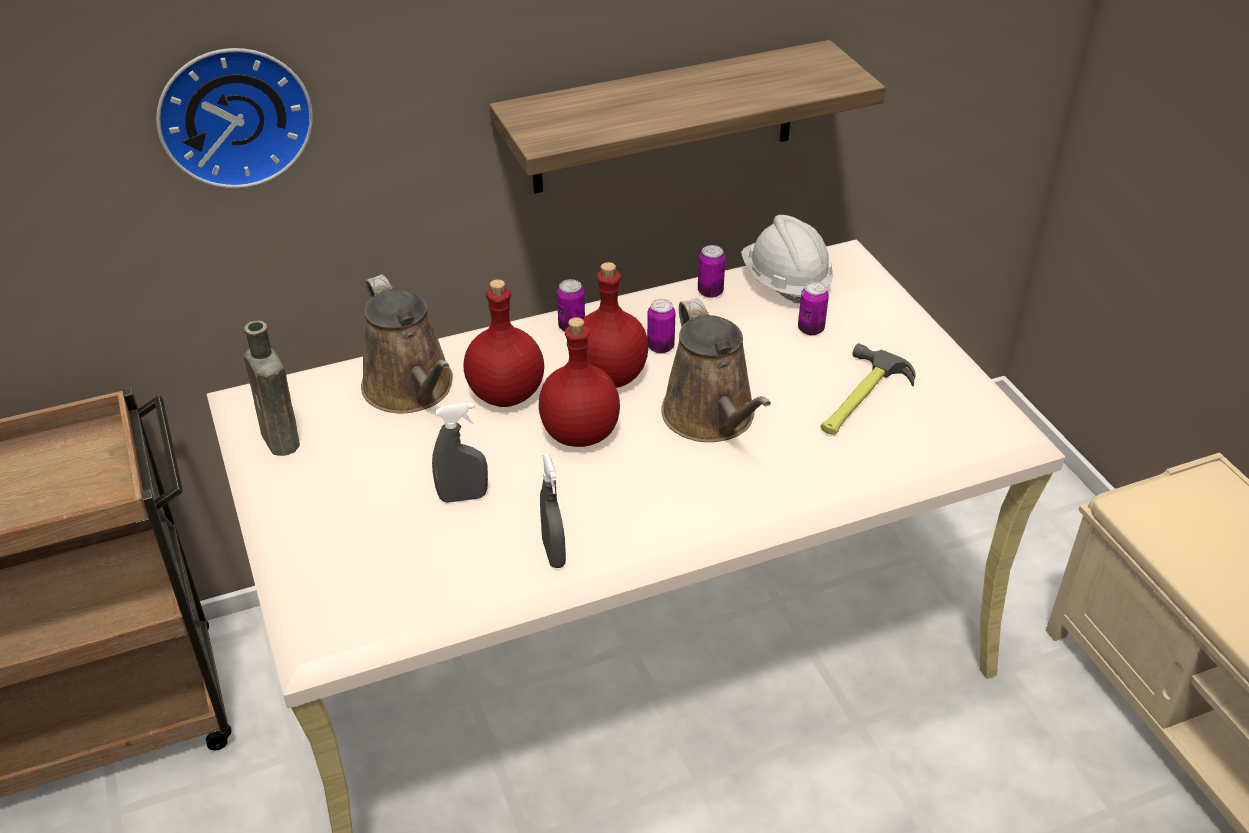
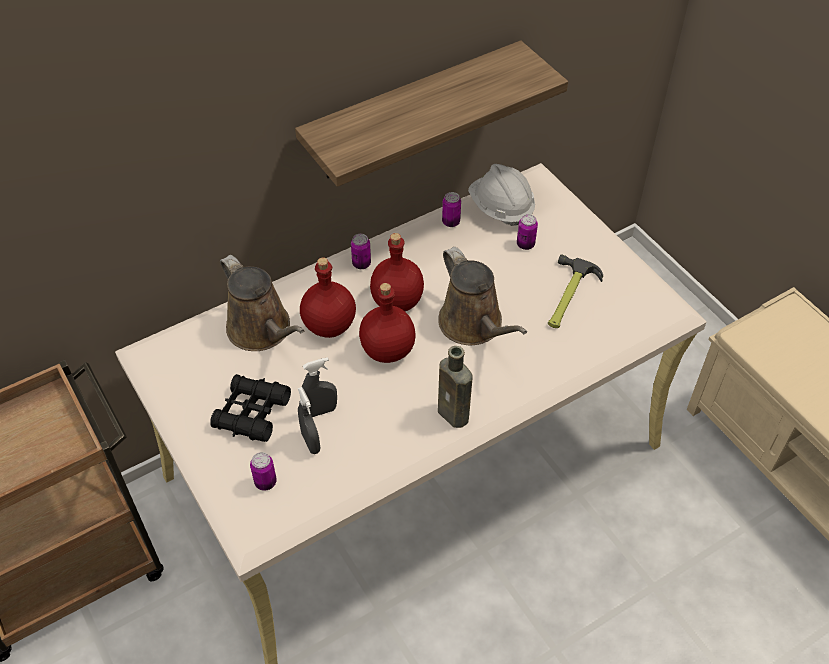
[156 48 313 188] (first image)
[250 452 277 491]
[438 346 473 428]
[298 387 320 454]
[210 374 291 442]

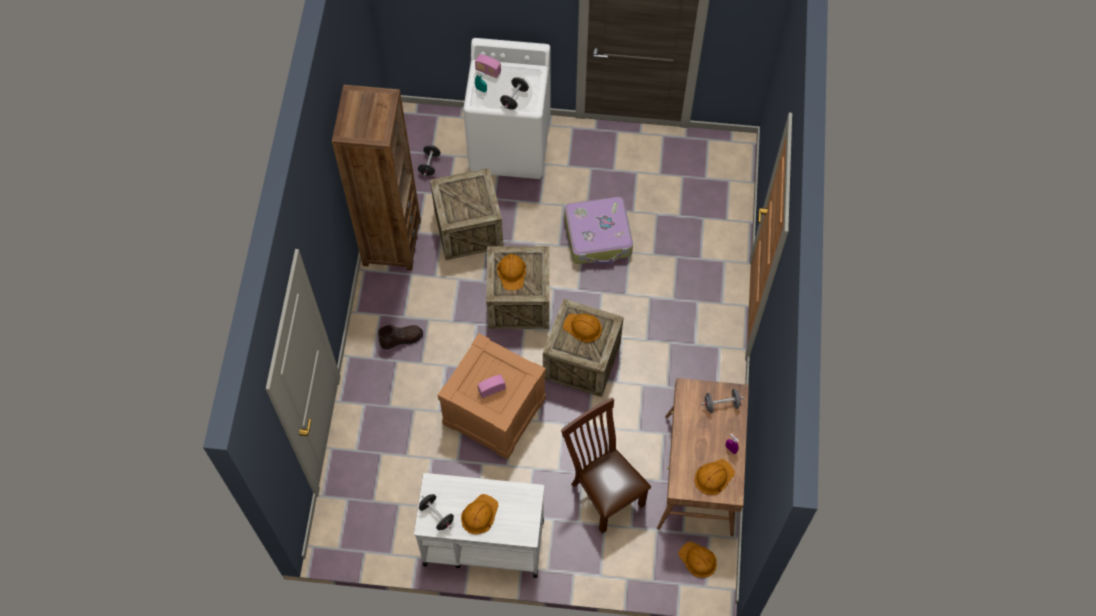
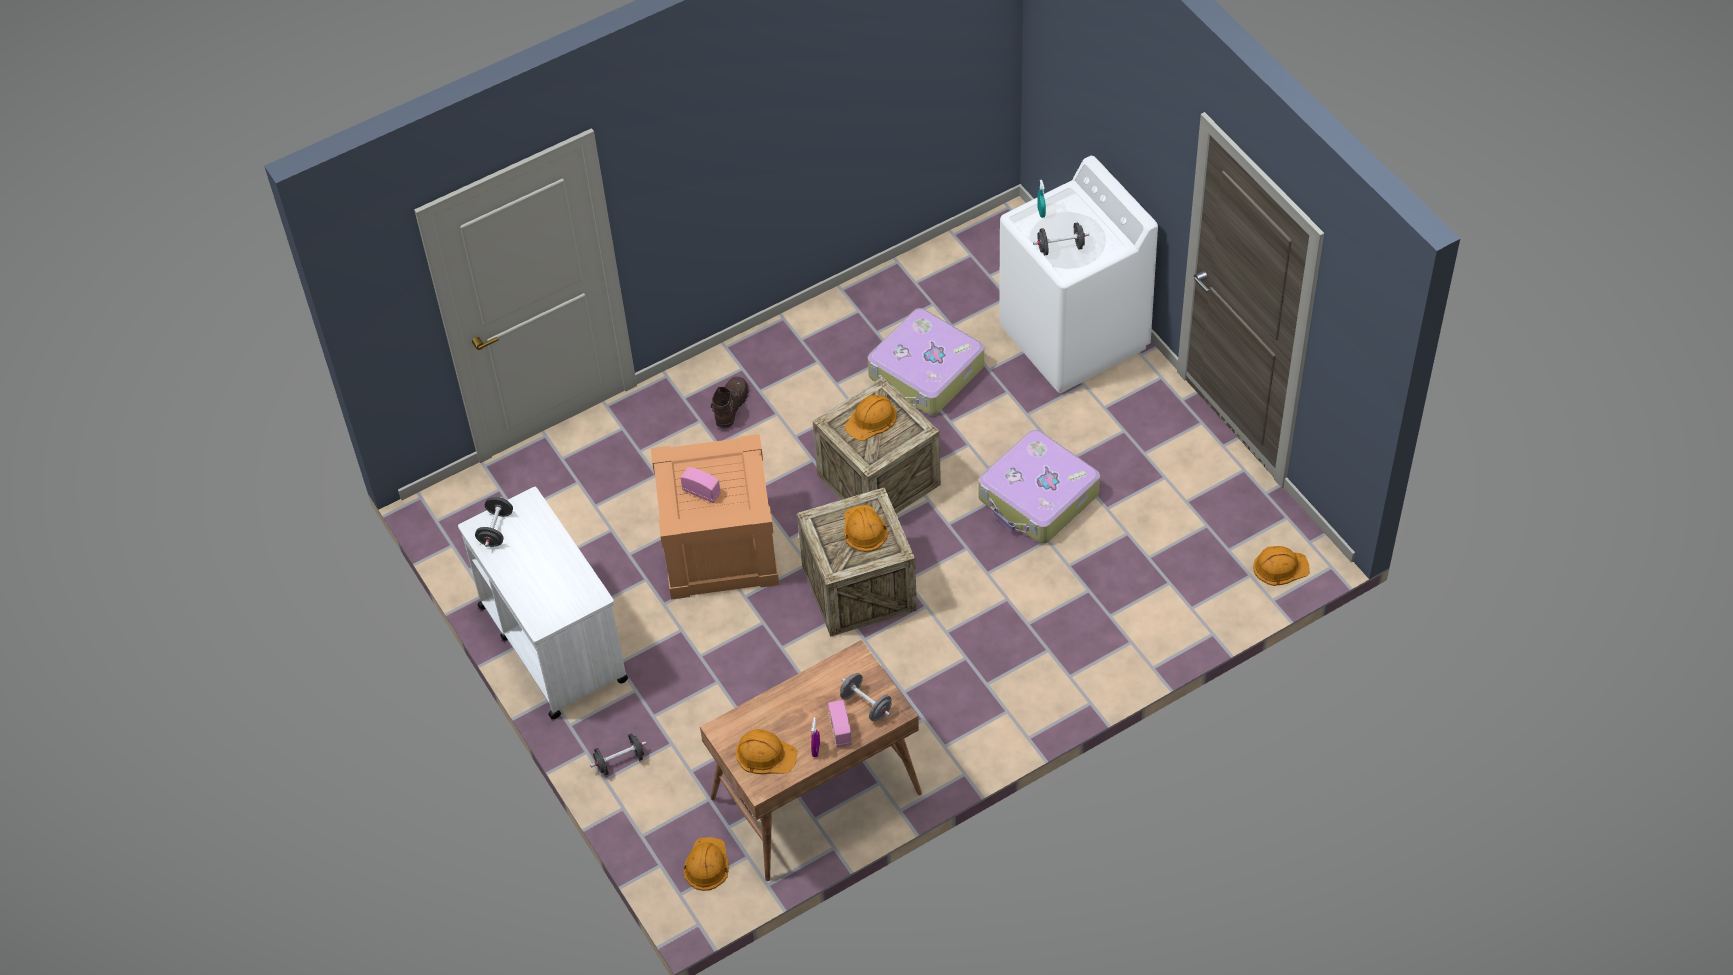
[828 700 852 748]
[332 85 421 271] (first image)
[590 733 647 775]
[868 308 984 415]
[711 377 749 428]
[561 397 651 534] (first image)
[1253 546 1310 586]

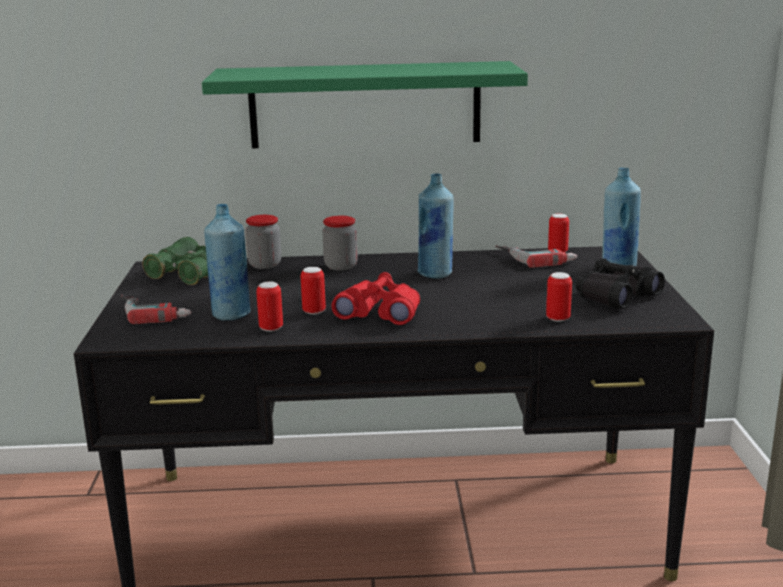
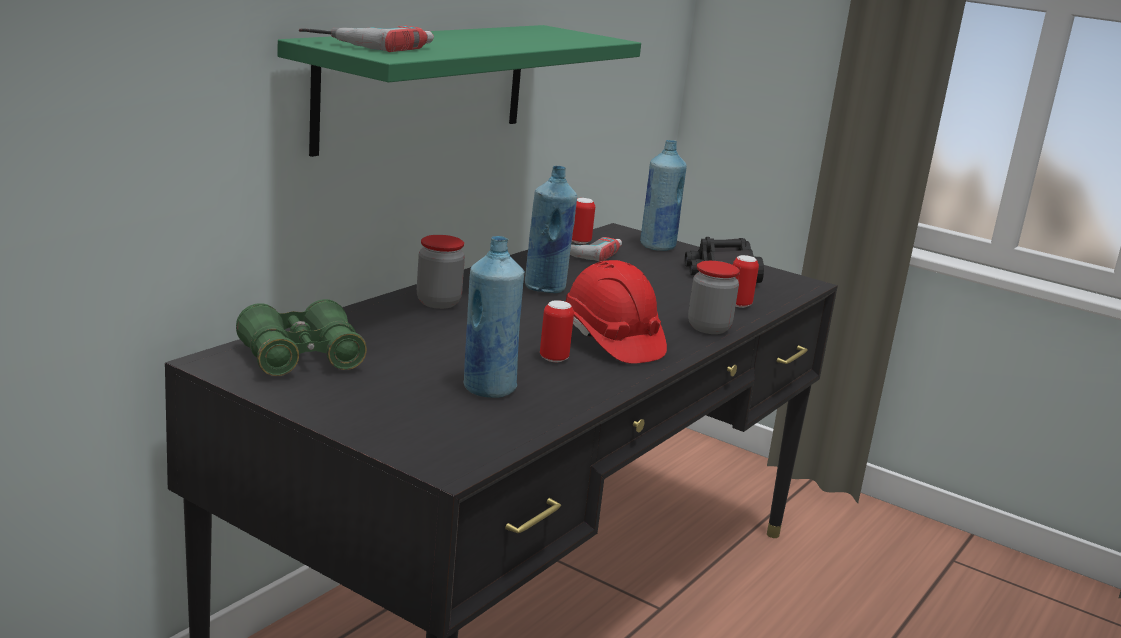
[688 261 740 334]
[565 260 667 364]
[256 281 283 332] (first image)
[299 26 434 52]

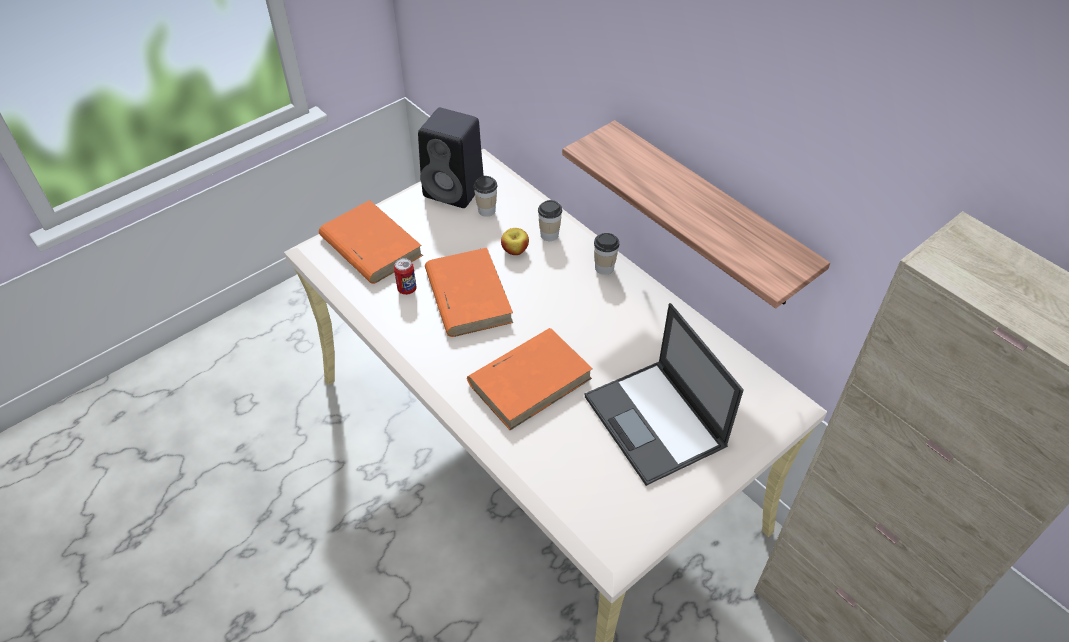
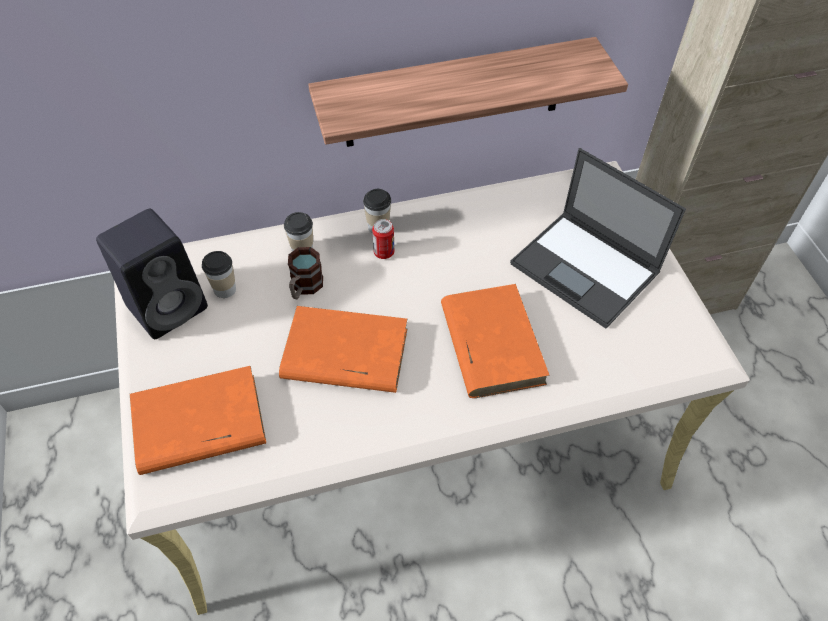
[288 247 323 299]
[372 219 394 259]
[510 148 686 329]

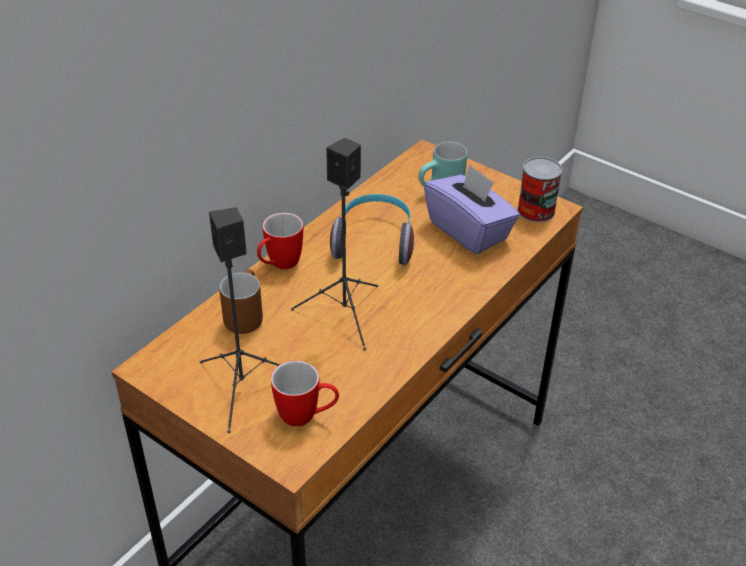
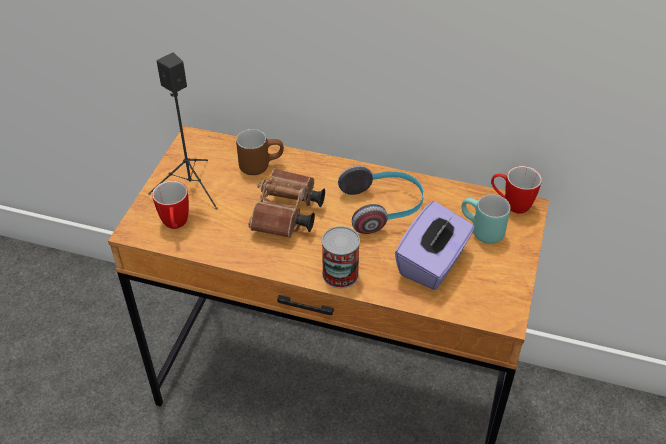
[248 168 325 238]
[322 226 360 288]
[491 166 542 214]

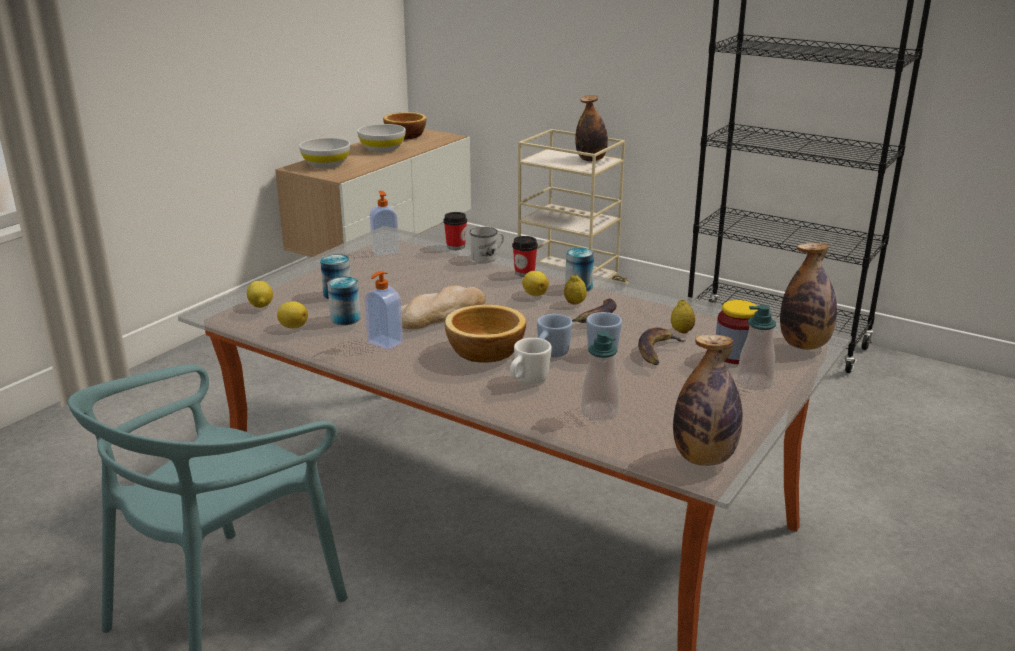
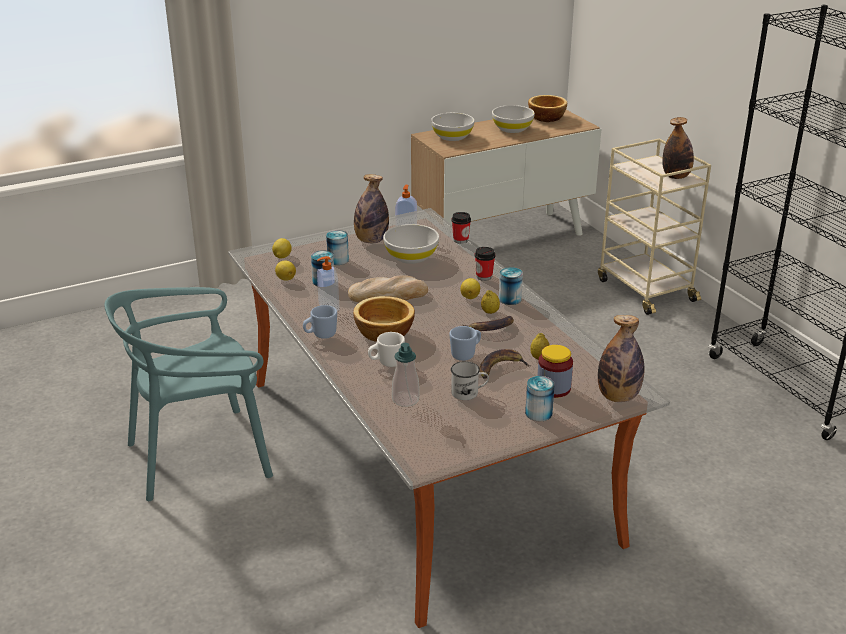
[451 361 489 400]
[525 376 555 421]
[303 305 337 339]
[354 174 389 243]
[383 224 439 264]

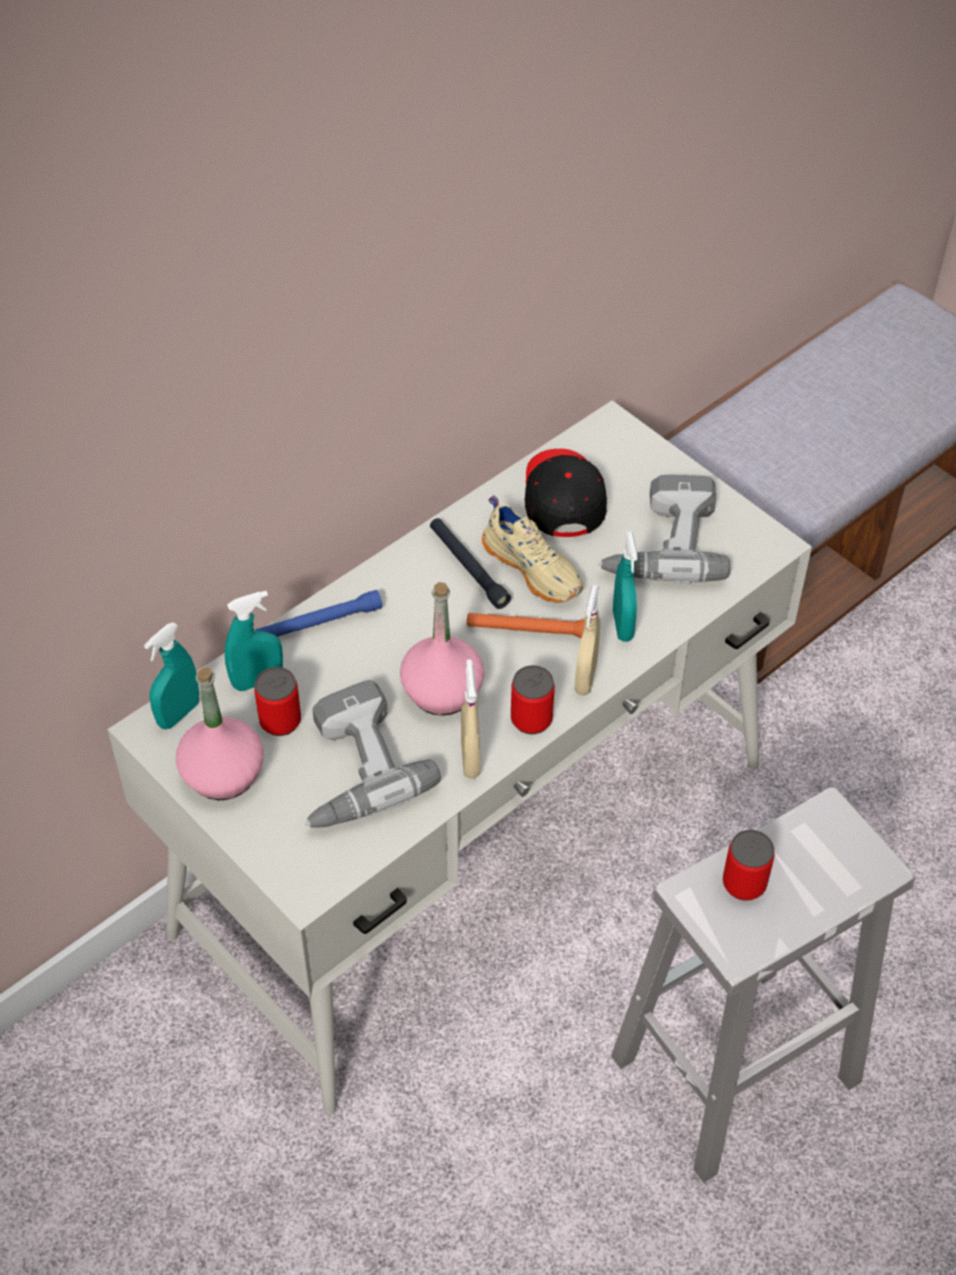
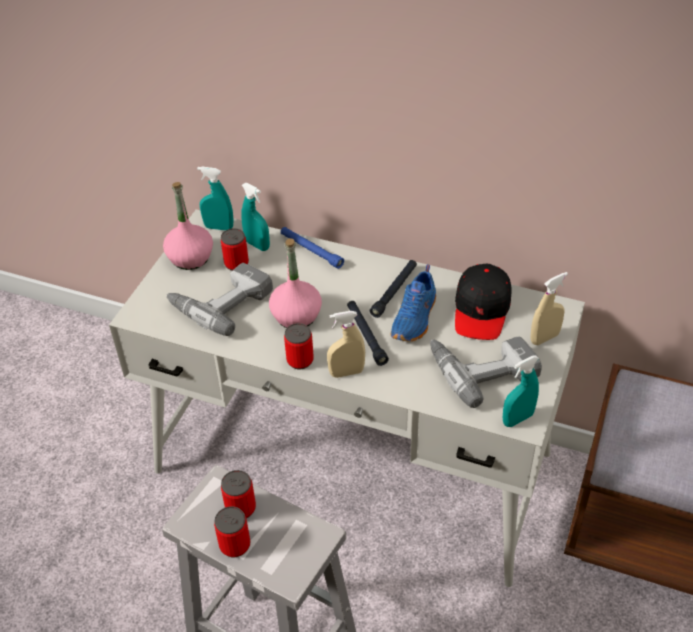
[455 263 512 340]
[391 265 436 341]
[503 355 539 427]
[347 301 389 366]
[531 272 568 345]
[214 507 251 557]

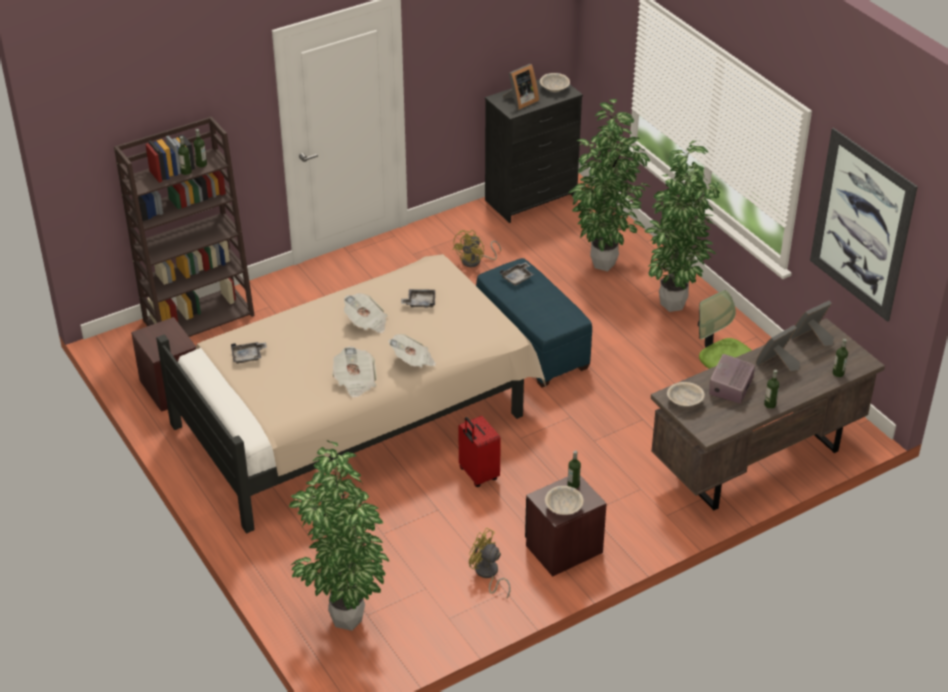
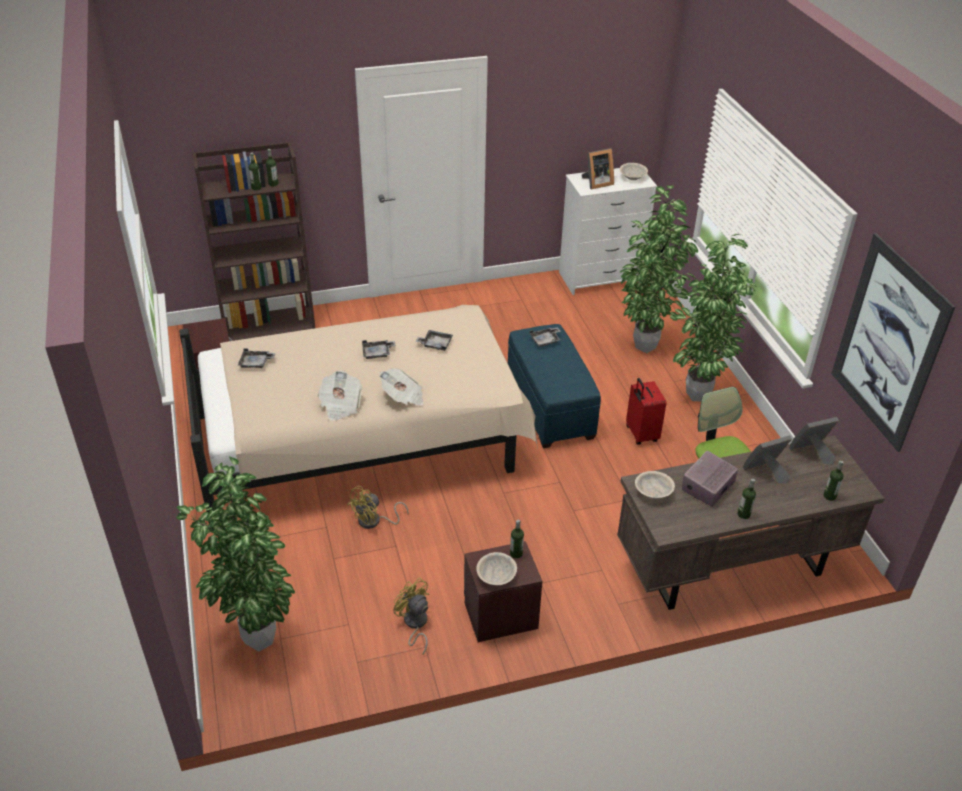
[559 168 657 295]
[348 486 409 529]
[362 340 396 359]
[626 378 667 445]

